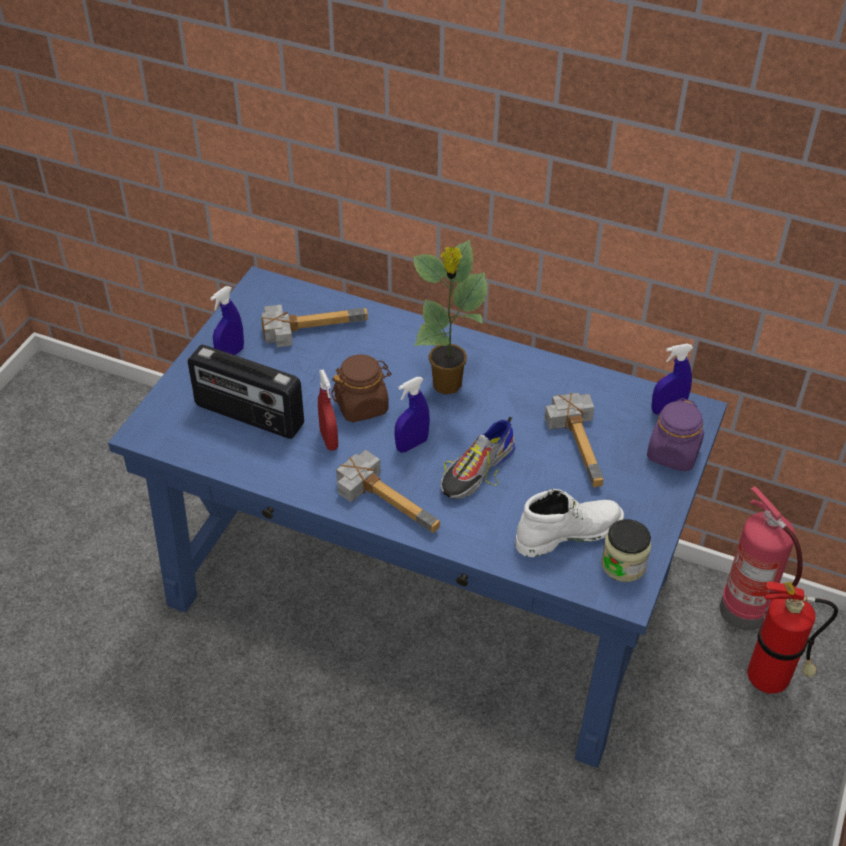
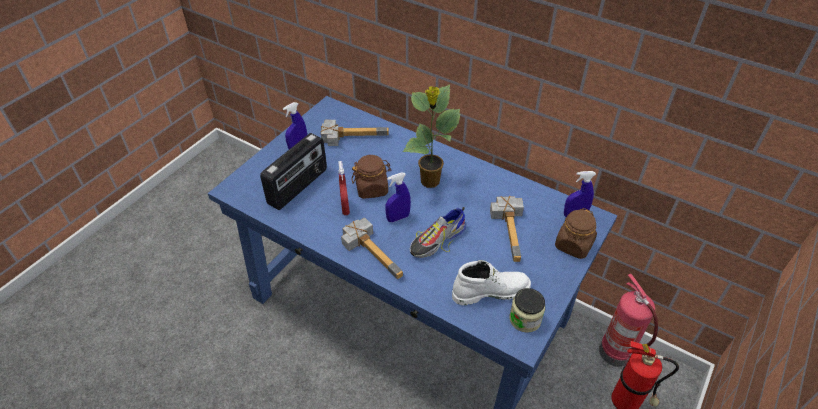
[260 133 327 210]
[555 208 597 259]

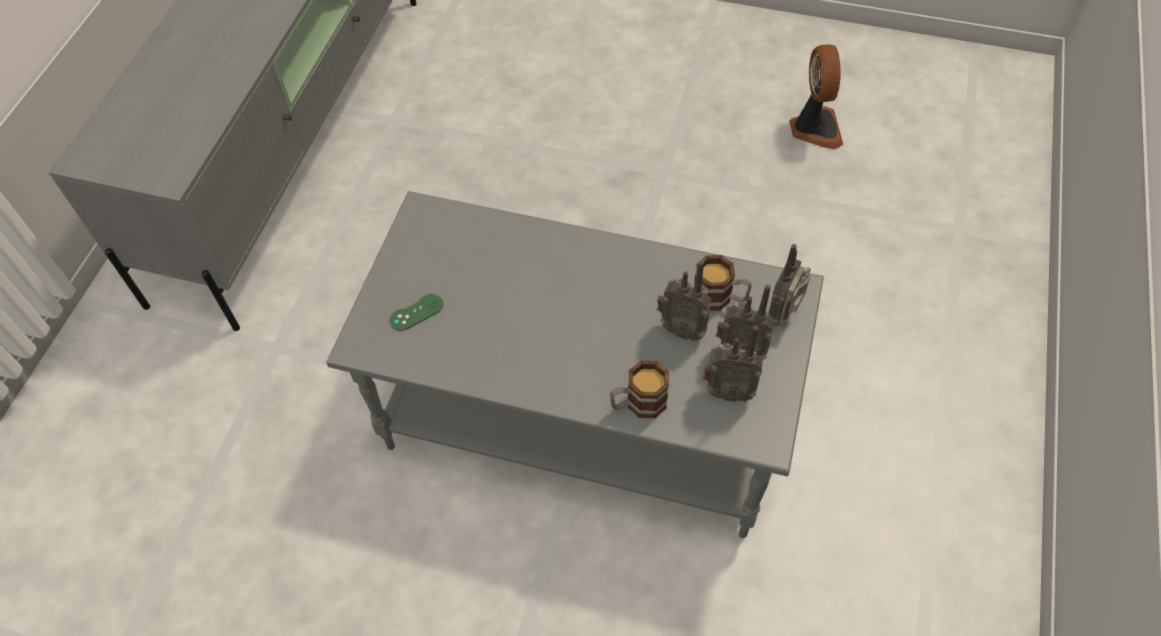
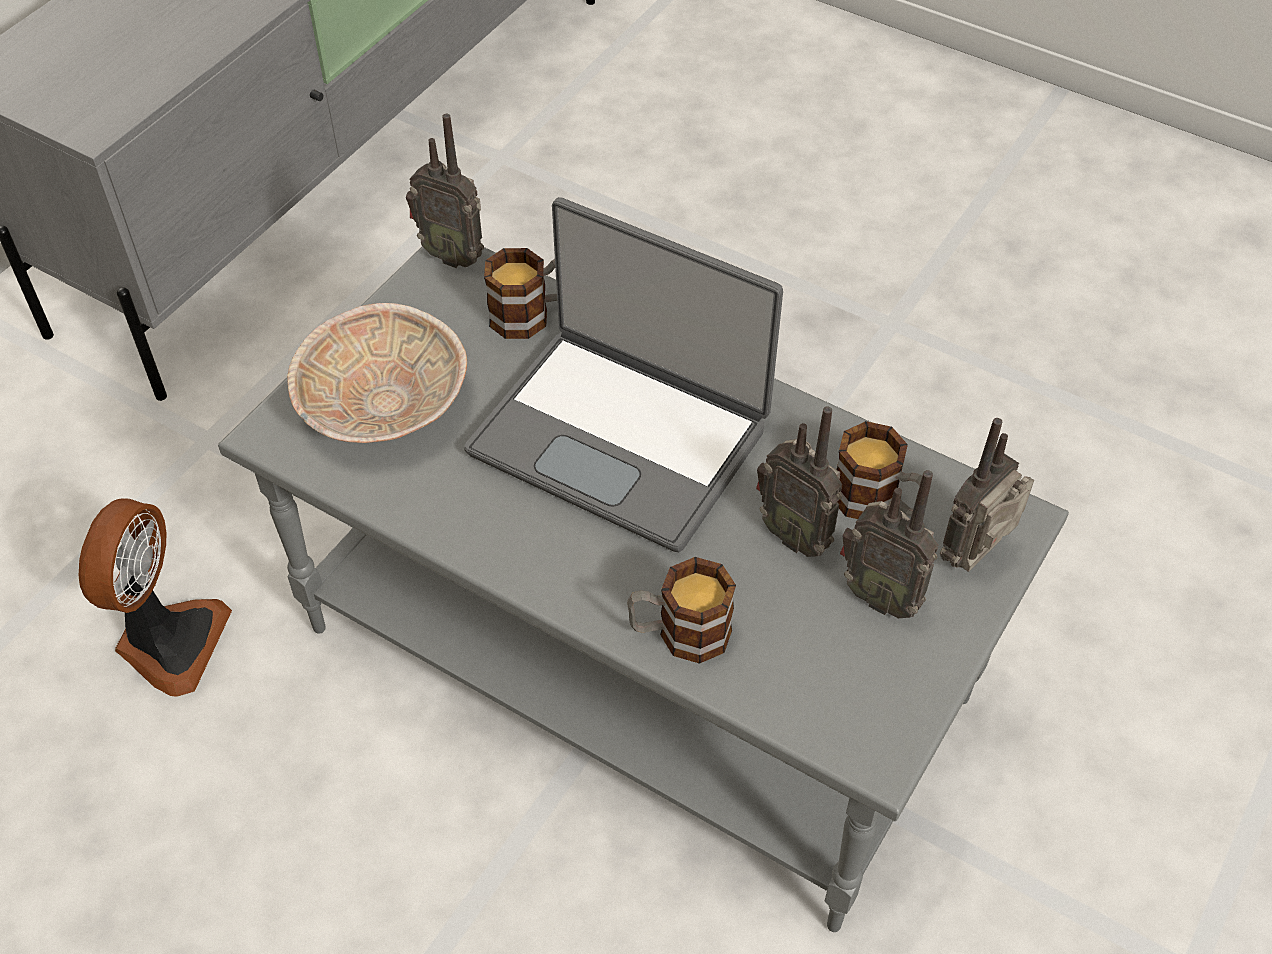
[79 498 232 697]
[287 303 467 443]
[406 114 484 268]
[464 197 783 552]
[484 248 557 339]

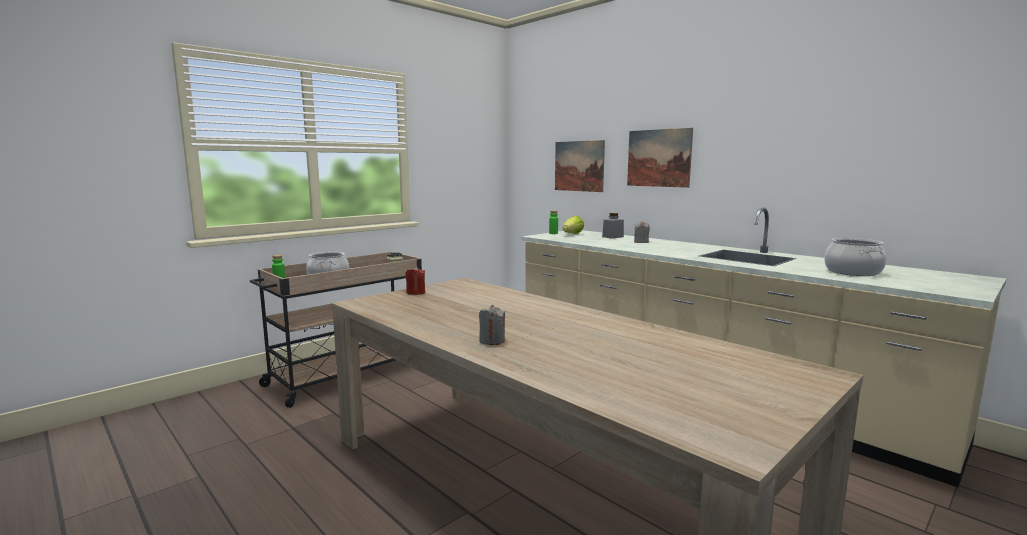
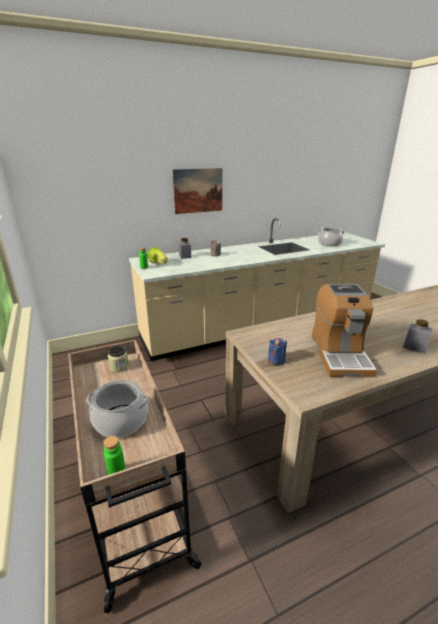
[555 140 605 192] (first image)
[268 338 287 365]
[403 319 432 354]
[312 284 377 377]

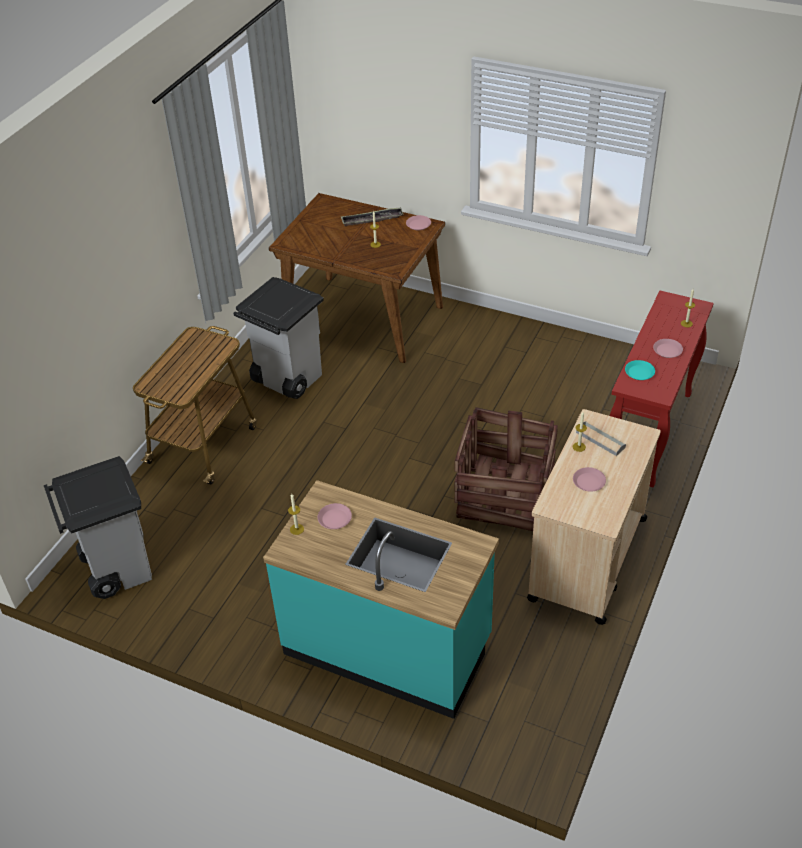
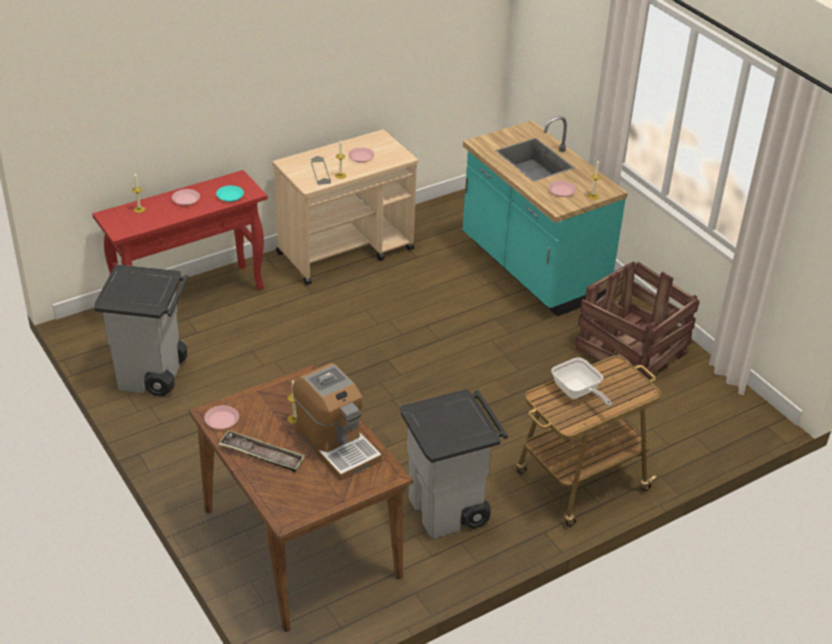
[576 262 700 379]
[94 264 189 396]
[551 358 612 407]
[292 363 382 481]

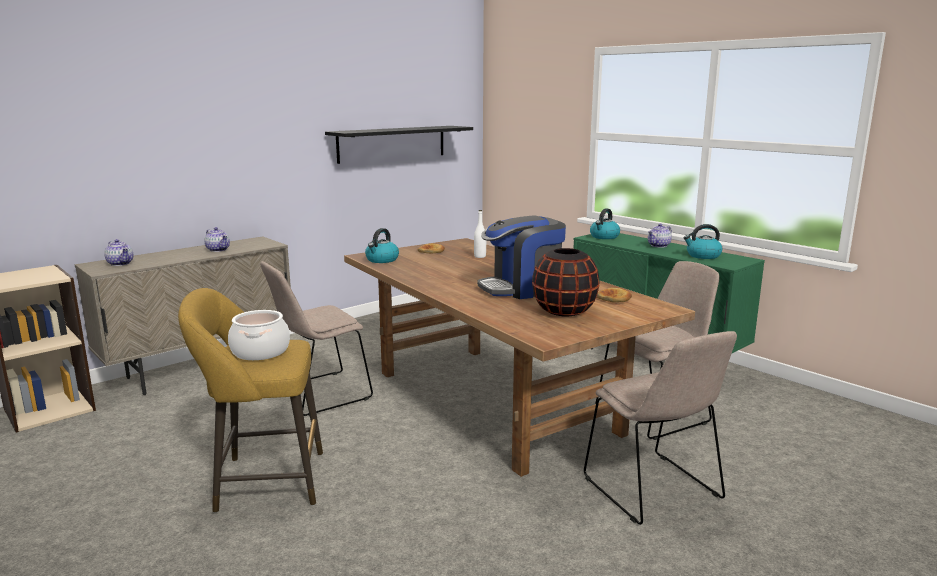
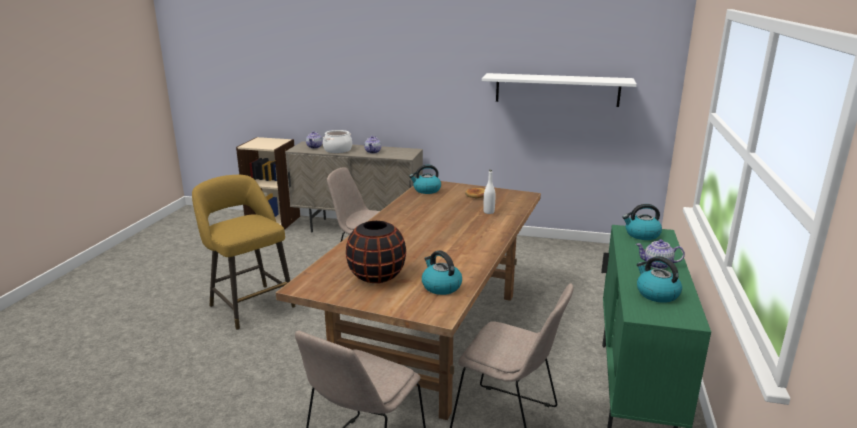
[482 73 637 107]
[477 216 566 299] (first image)
[422 250 462 295]
[323 130 352 153]

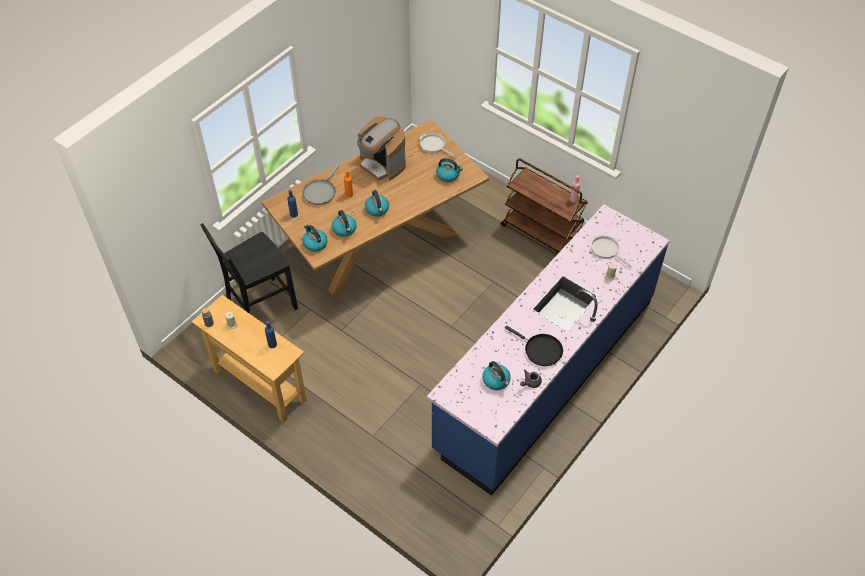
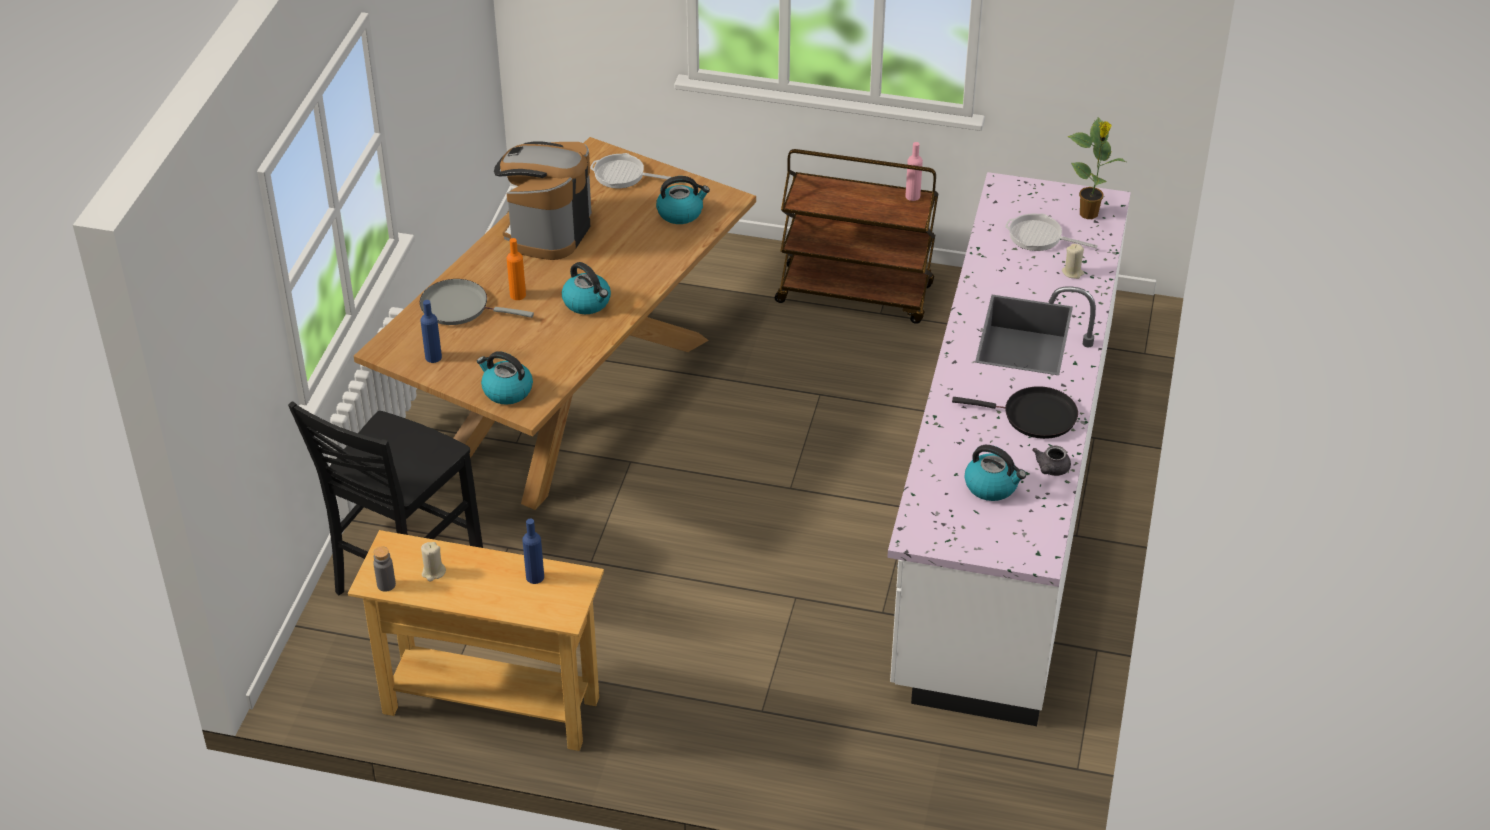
[494 141 593 260]
[419 279 534 325]
[887 172 1131 726]
[332 210 357 237] (first image)
[1067 117 1126 219]

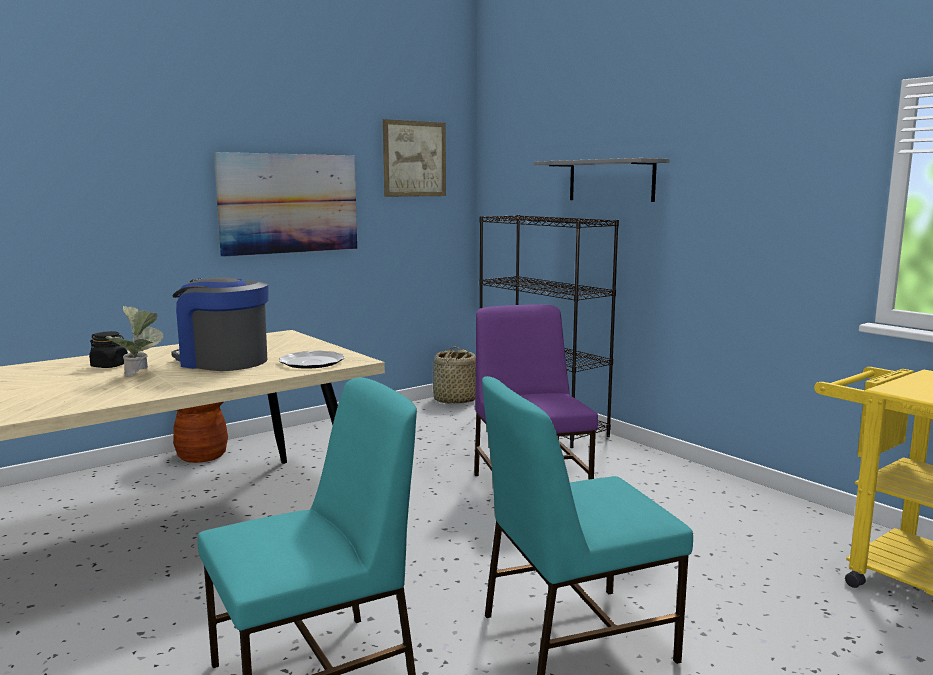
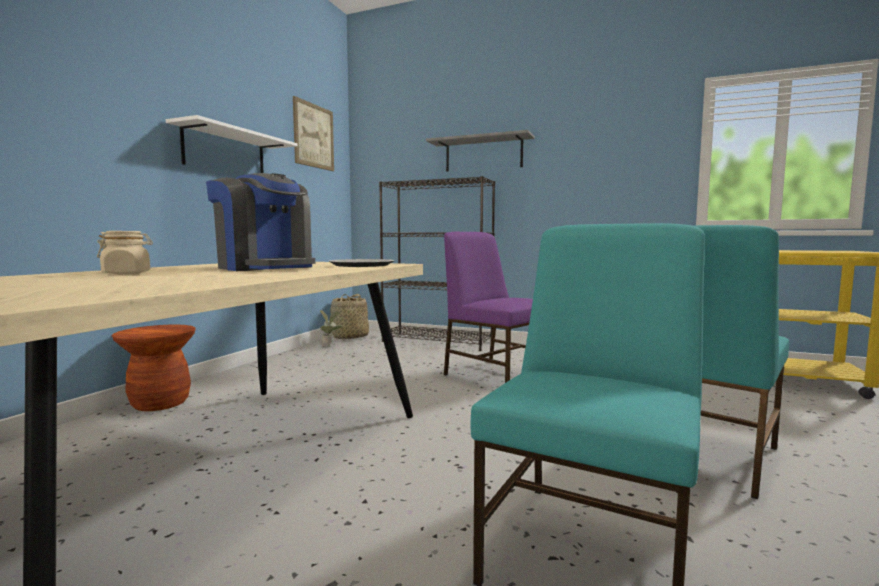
[166 115 297 173]
[206 173 315 271]
[320 310 343 346]
[97 231 153 275]

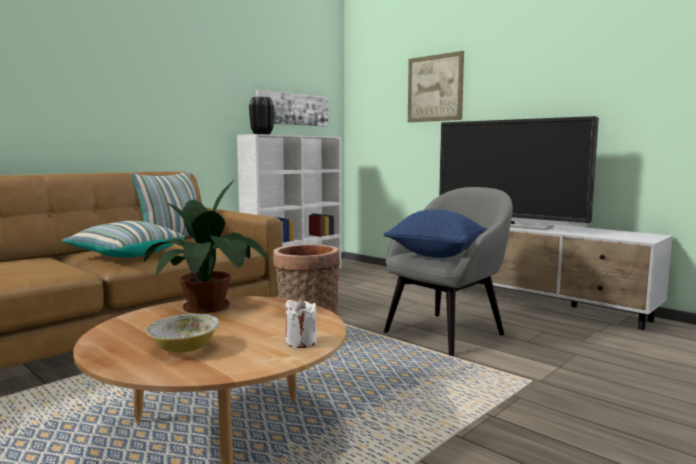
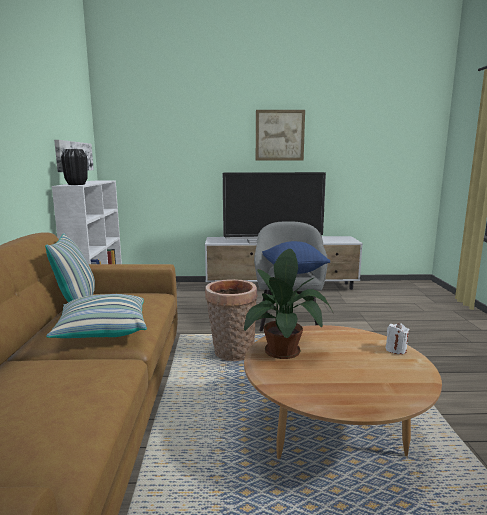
[256 110 305 161]
[146 314 220 353] (first image)

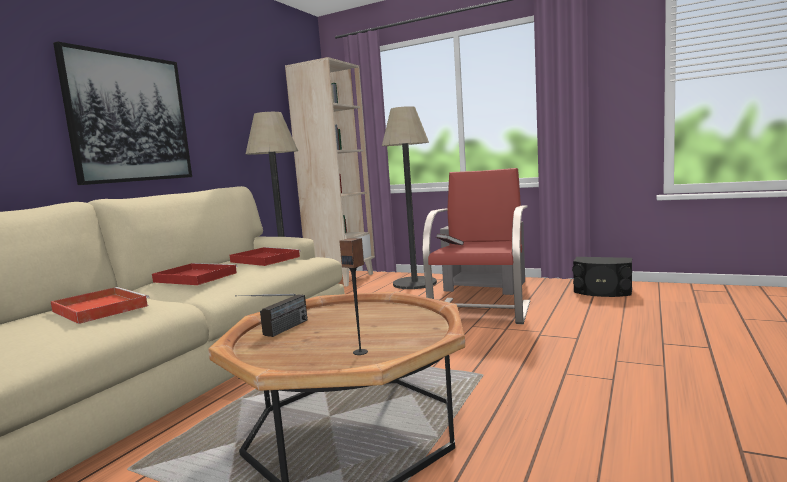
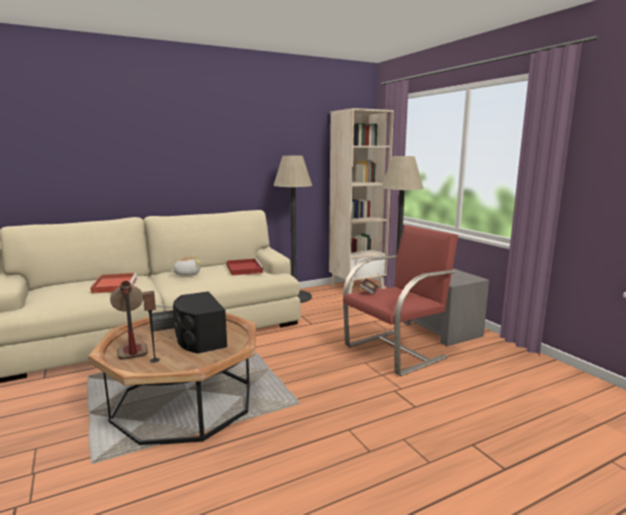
[53 41 192 185] (first image)
[173 291 227 354]
[171 256 201 276]
[110 281 148 360]

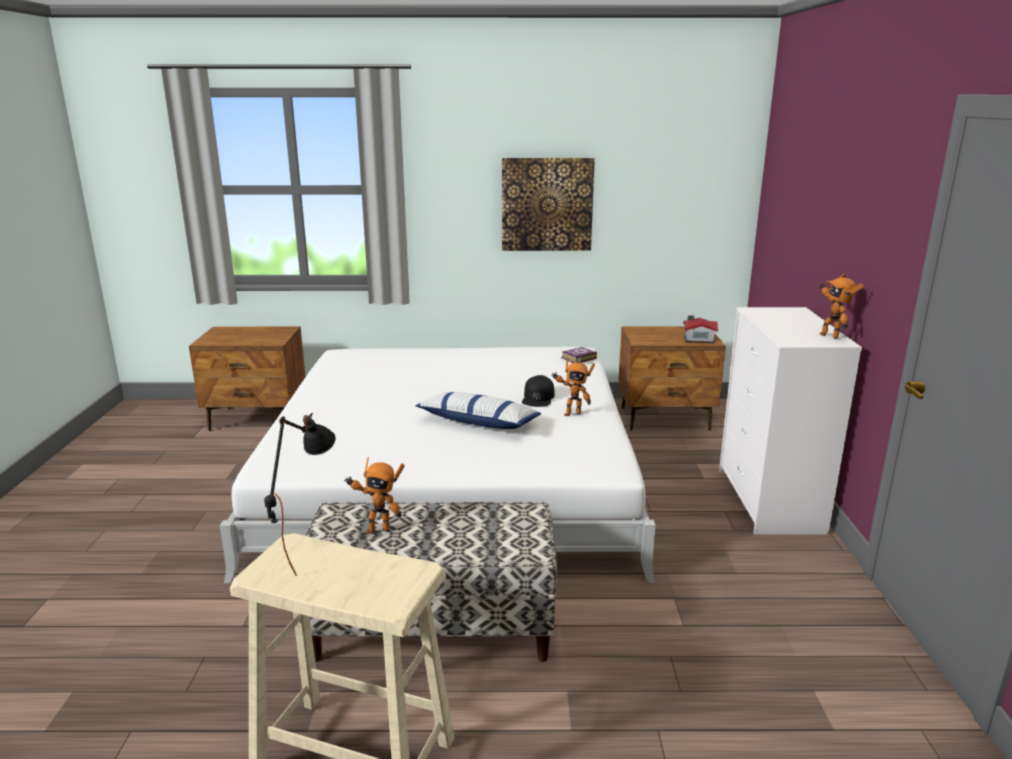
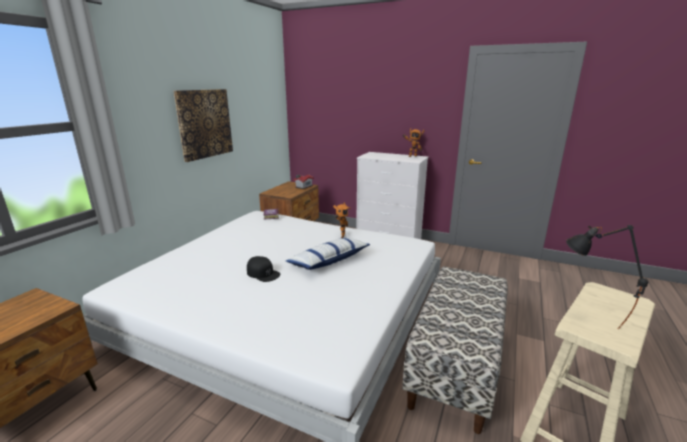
[247 256 281 282]
[344 457 405 534] (first image)

